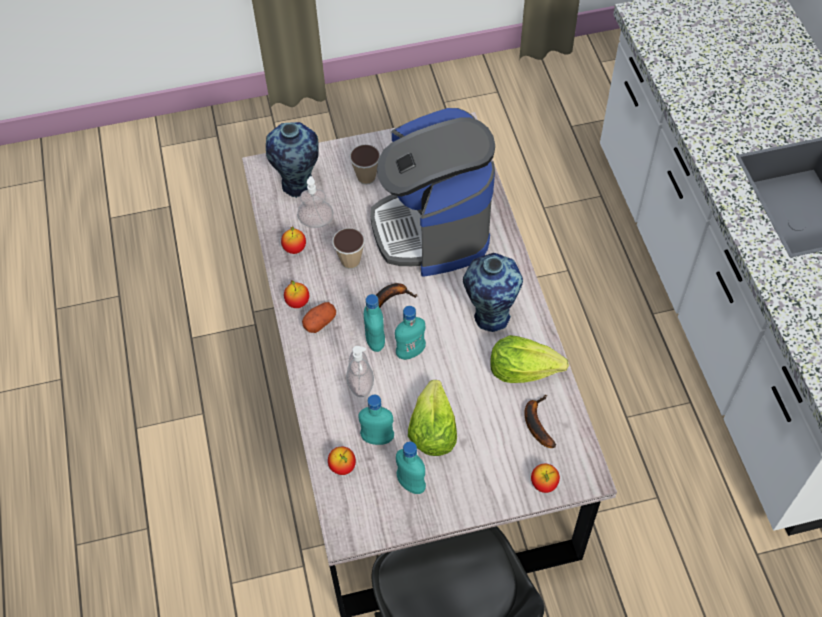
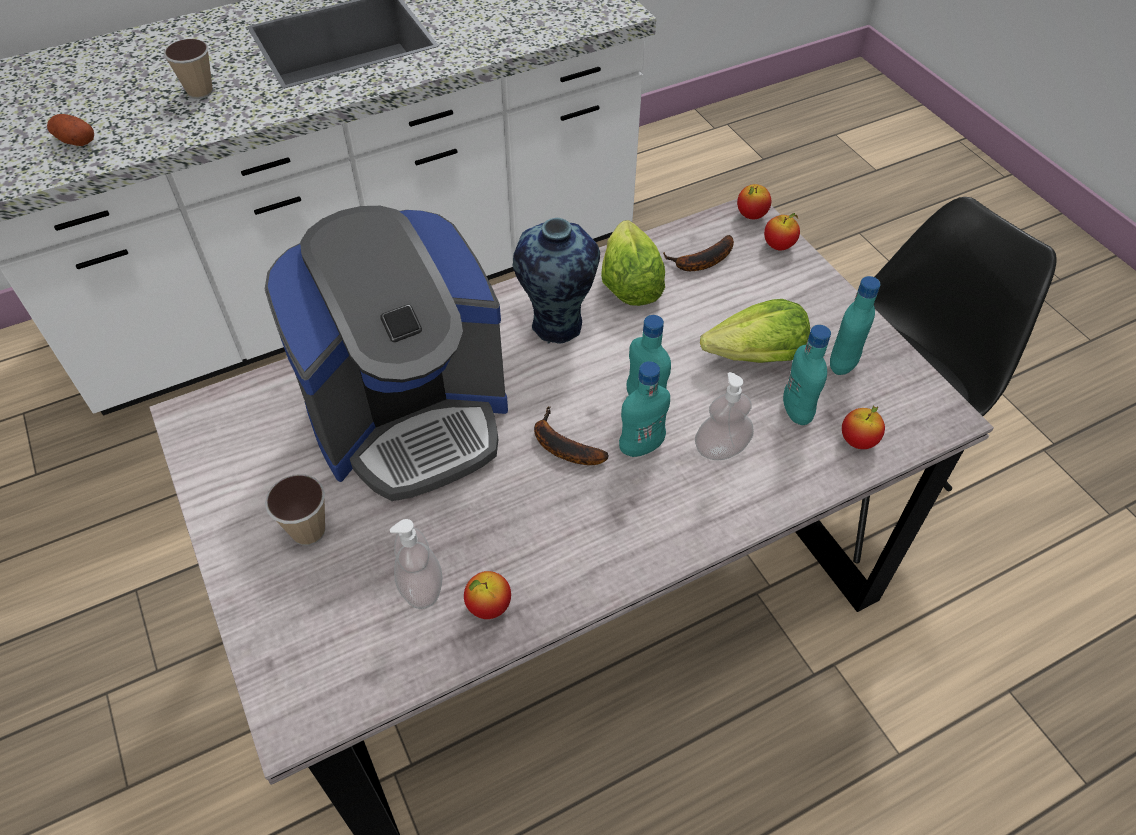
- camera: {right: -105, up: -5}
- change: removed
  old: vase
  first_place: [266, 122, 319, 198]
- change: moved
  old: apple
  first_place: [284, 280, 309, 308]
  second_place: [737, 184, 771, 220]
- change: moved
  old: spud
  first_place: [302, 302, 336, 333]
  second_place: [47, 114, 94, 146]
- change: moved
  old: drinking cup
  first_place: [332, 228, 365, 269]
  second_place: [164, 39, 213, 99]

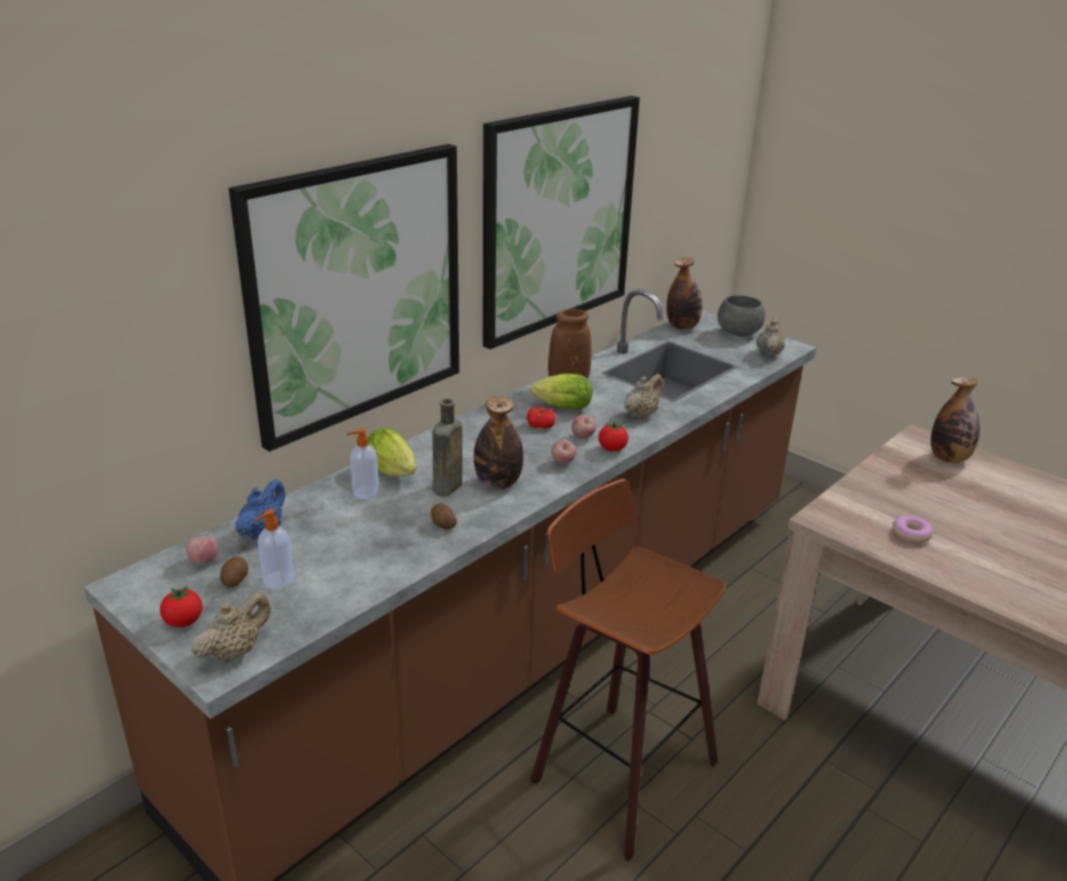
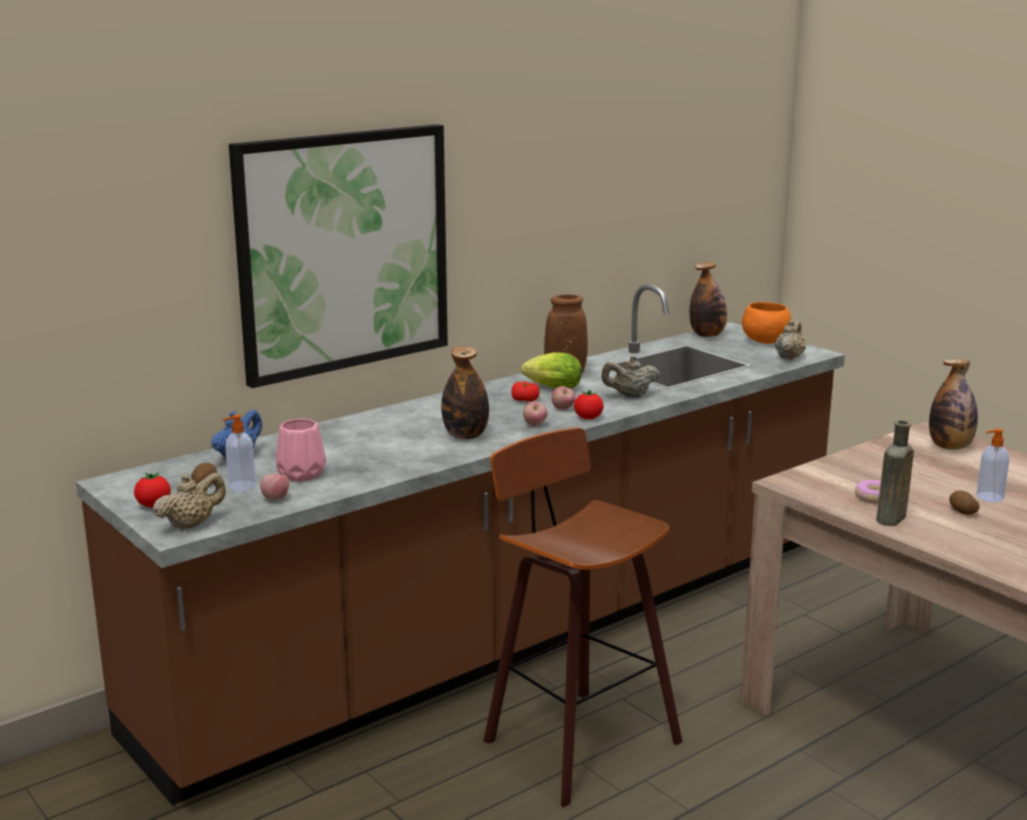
- camera: {right: 10, up: -10}
- change: moved
  old: apple
  first_place: [186, 536, 218, 564]
  second_place: [260, 474, 289, 500]
- change: moved
  old: soap bottle
  first_place: [347, 428, 379, 499]
  second_place: [976, 428, 1009, 502]
- change: removed
  old: lettuce head
  first_place: [368, 428, 416, 477]
- change: moved
  old: spud
  first_place: [431, 504, 457, 529]
  second_place: [949, 490, 980, 515]
- change: moved
  old: brown-coloured bottle
  first_place: [432, 398, 462, 496]
  second_place: [876, 420, 914, 526]
- change: removed
  old: picture
  first_place: [483, 96, 640, 349]
- change: turned
  old: beige tea pot
  first_place: [625, 374, 663, 419]
  second_place: [602, 356, 660, 398]
  degrees: -150
- change: recoloured
  old: gray serving bowl
  new: orange serving bowl
  first_place: [717, 295, 765, 337]
  second_place: [742, 302, 791, 344]
- change: added
  new: pink-coloured vase
  second_place: [276, 419, 326, 482]

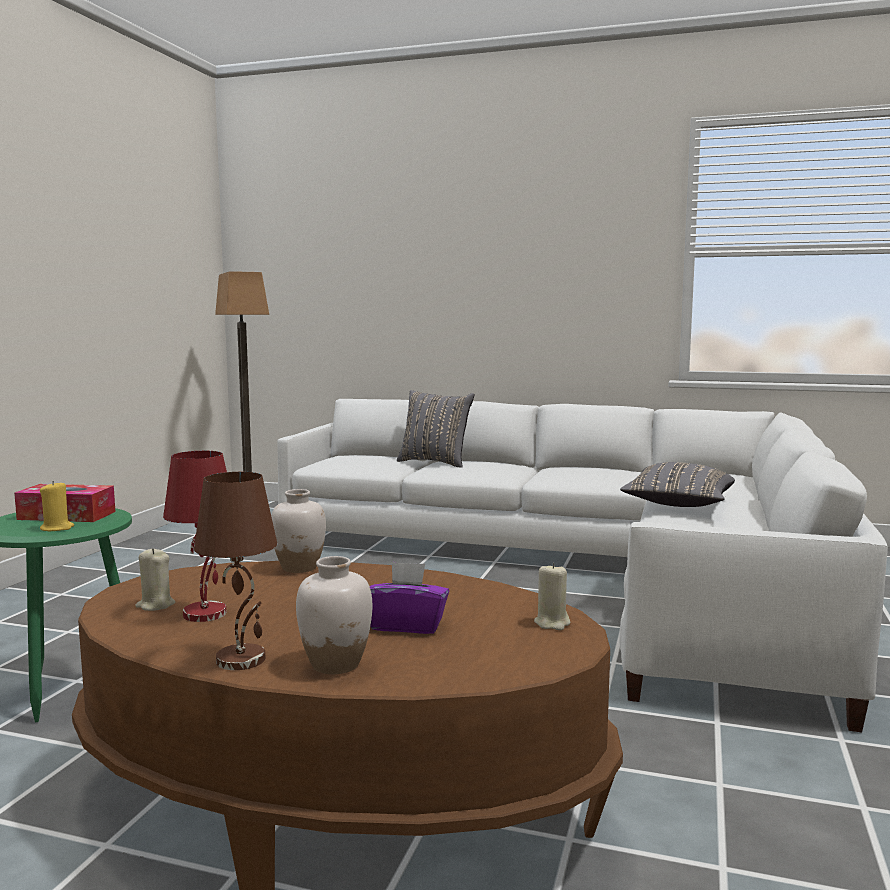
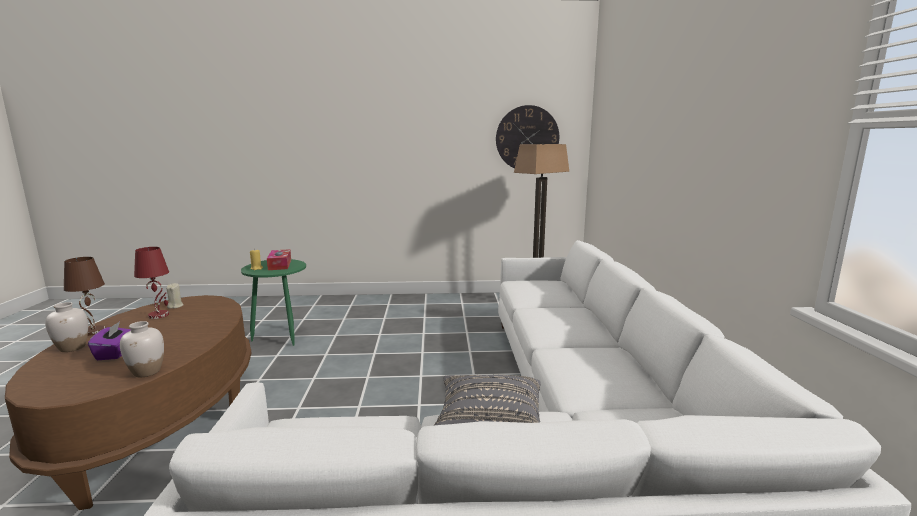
- camera: {right: 70, up: 5}
- change: moved
  old: whitish vase
  first_place: [271, 489, 326, 573]
  second_place: [120, 321, 164, 378]
- change: removed
  old: gray cushion
  first_place: [397, 390, 475, 467]
- change: removed
  old: beige wax light
  first_place: [534, 563, 570, 630]
- change: added
  new: clock on the wall
  second_place: [496, 105, 559, 169]

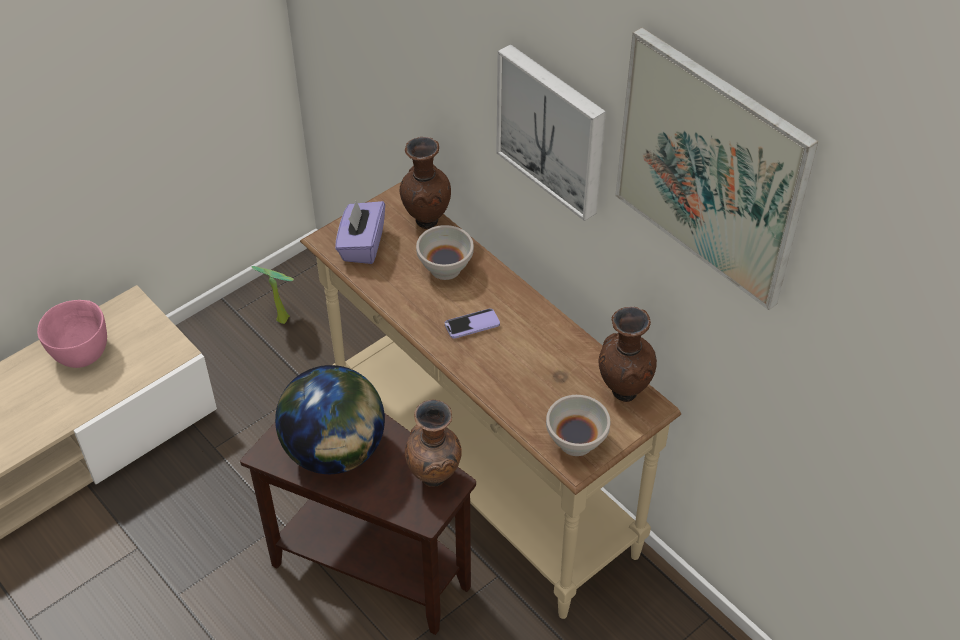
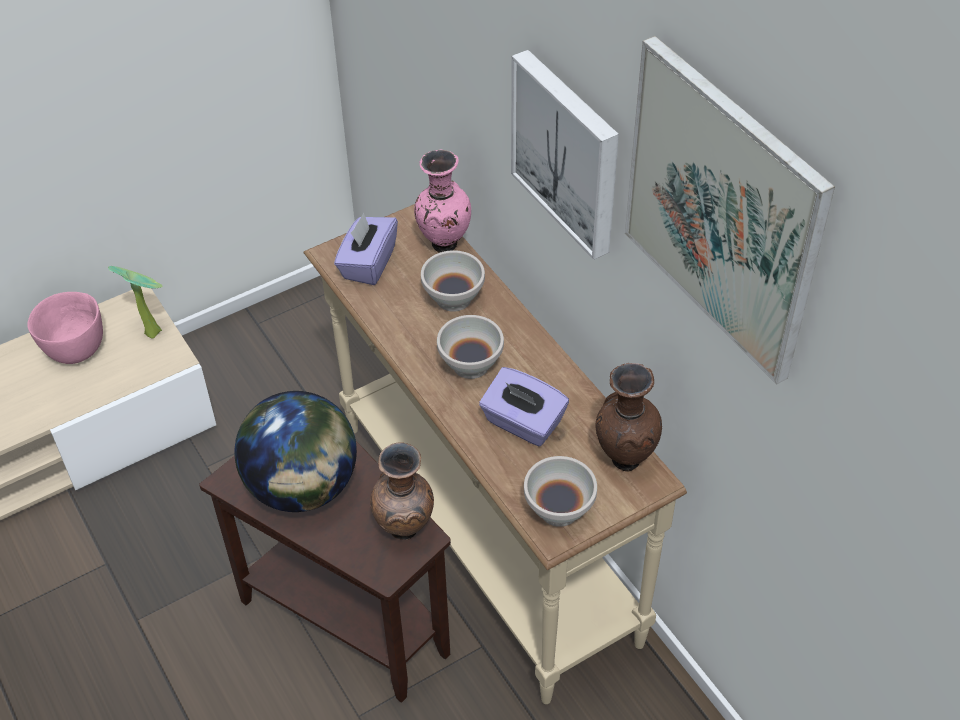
- camera: {right: 10, up: 0}
- change: moved
  old: potted plant
  first_place: [252, 266, 294, 324]
  second_place: [108, 266, 162, 339]
- change: recoloured
  old: brown-coloured vase
  new: pink-coloured vase
  first_place: [400, 137, 451, 229]
  second_place: [414, 149, 471, 253]
- change: replaced
  old: phone
  new: whitish serving bowl
  first_place: [445, 309, 500, 339]
  second_place: [437, 315, 504, 379]
- change: added
  new: purple-coloured tissue holder
  second_place: [479, 367, 569, 446]

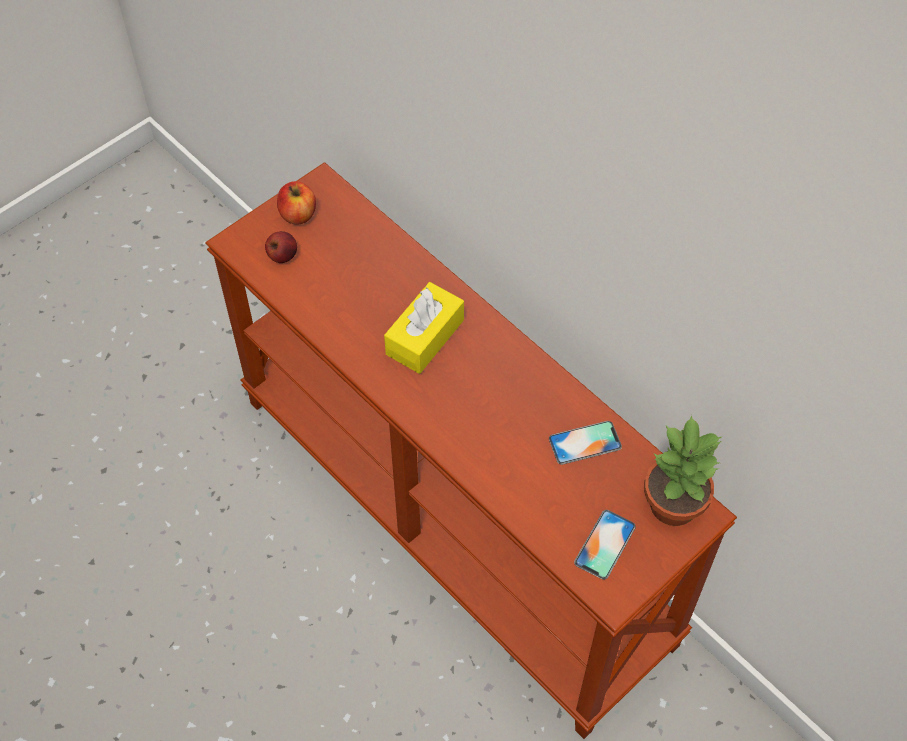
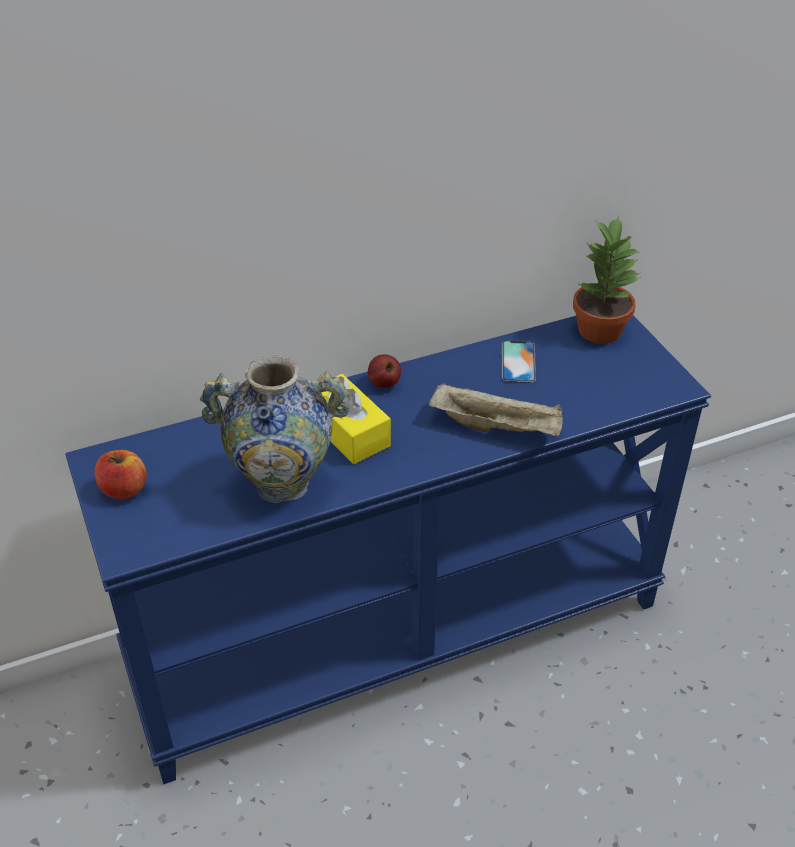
- camera: {right: -70, up: -15}
- change: recoloured
  old: brown-coloured narrow table
  new: blue-coloured narrow table
  first_place: [205, 162, 737, 739]
  second_place: [65, 315, 711, 784]
- change: moved
  old: apple
  first_place: [265, 231, 297, 263]
  second_place: [368, 354, 401, 388]
- change: removed
  old: phone
  first_place: [574, 510, 636, 580]
- change: added
  new: vase
  second_place: [200, 355, 350, 504]
- change: added
  new: beige tray
  second_place: [429, 383, 563, 437]

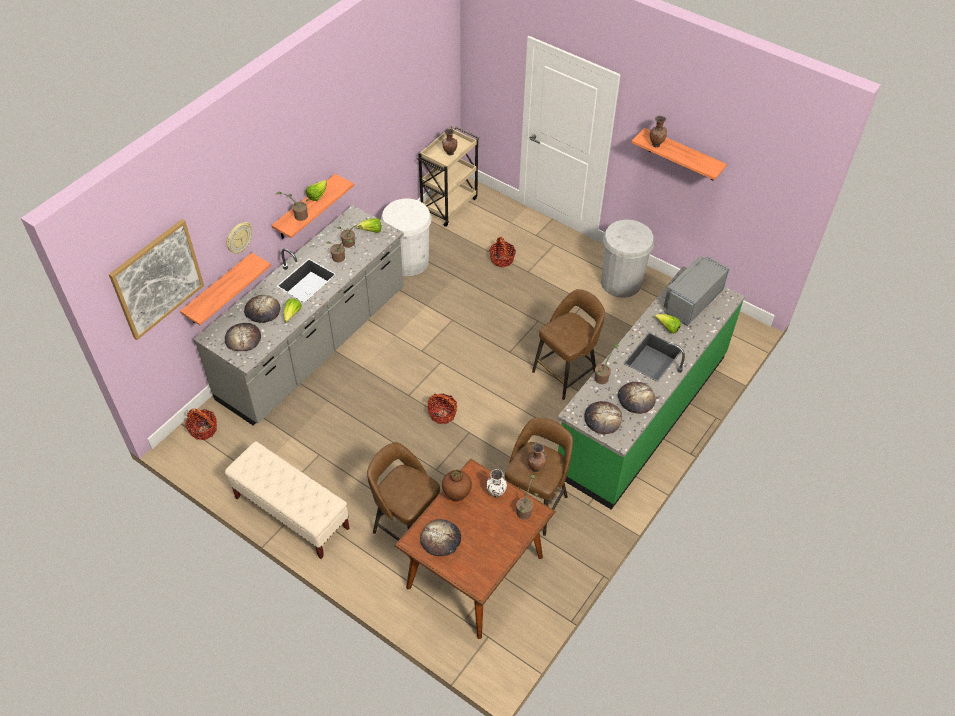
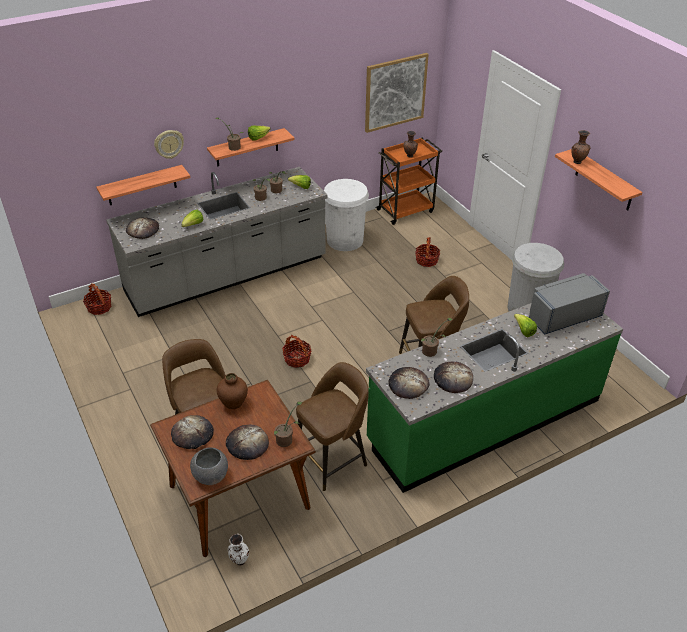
- camera: {right: 25, up: -10}
- change: moved
  old: picture
  first_place: [109, 219, 204, 340]
  second_place: [365, 53, 429, 133]
- change: removed
  old: beige indoor bench
  first_place: [225, 442, 349, 559]
- change: moved
  old: bakery bread
  first_place: [244, 295, 280, 323]
  second_place: [226, 425, 269, 460]
- change: recoloured
  old: beige trolley
  new: orange trolley
  first_place: [417, 126, 479, 227]
  second_place: [375, 138, 442, 225]
- change: moved
  old: whitish vase
  first_place: [487, 469, 507, 498]
  second_place: [228, 534, 249, 565]
- change: removed
  old: brown-coloured vase
  first_place: [528, 443, 547, 472]
- change: added
  new: gray serving bowl
  second_place: [190, 448, 228, 485]

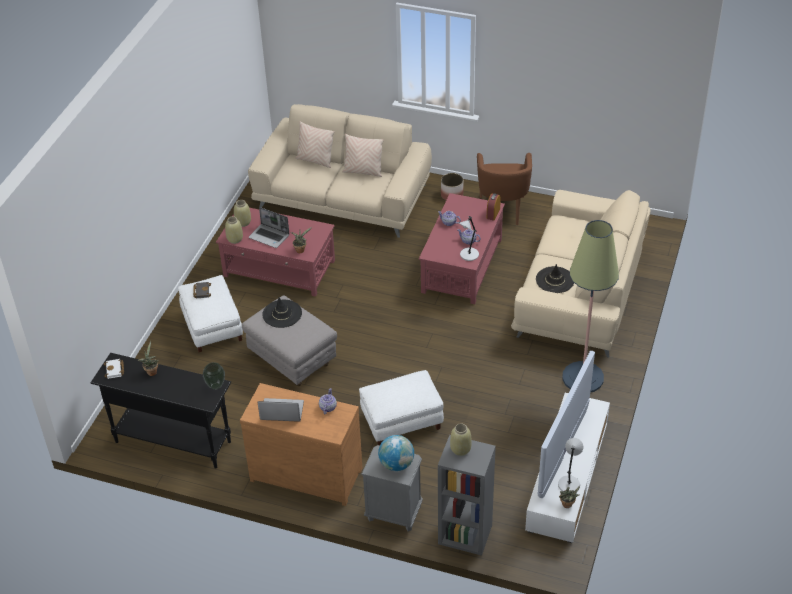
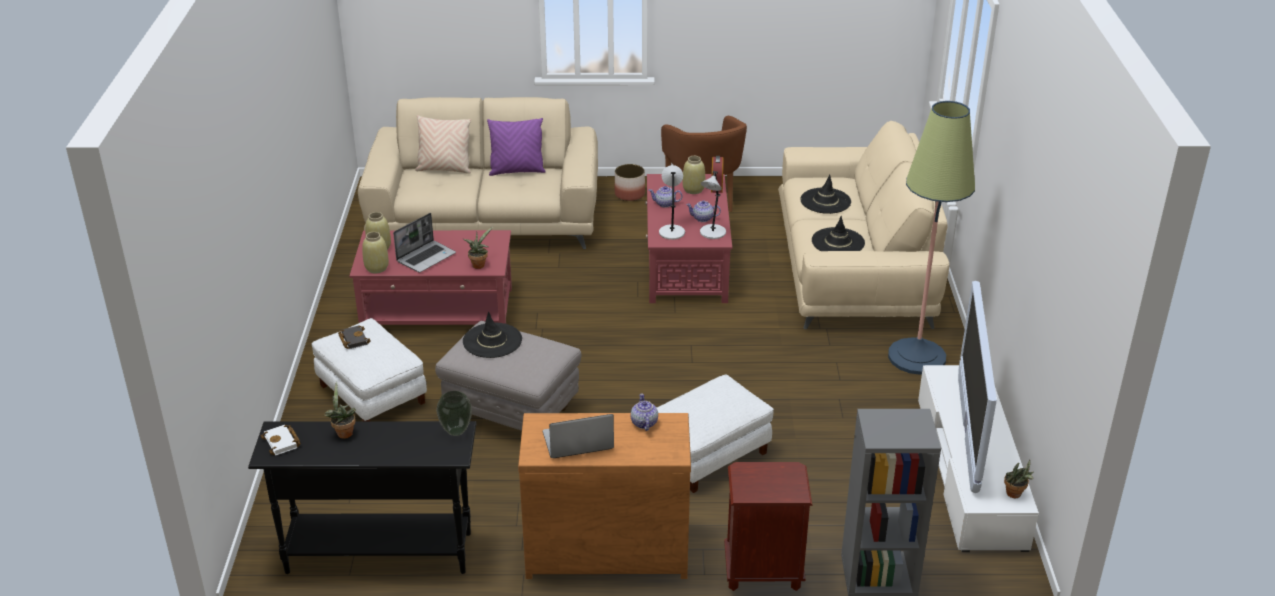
- camera: {right: -20, up: -10}
- change: turned
  old: notebook computer
  first_place: [249, 207, 289, 248]
  second_place: [393, 213, 456, 273]
  degrees: -60
- change: recoloured
  old: beige cushion
  new: purple-coloured cushion
  first_place: [343, 134, 384, 177]
  second_place: [487, 118, 546, 176]
- change: recoloured
  old: gray bedside table
  new: brown-coloured bedside table
  first_place: [361, 445, 423, 531]
  second_place: [724, 462, 812, 591]
- change: removed
  old: world globe
  first_place: [378, 435, 414, 471]
- change: moved
  old: beige vase
  first_place: [450, 423, 472, 456]
  second_place: [683, 156, 705, 194]
- change: moved
  old: gray lamp for a table
  first_place: [558, 438, 583, 491]
  second_place: [659, 165, 685, 240]
- change: added
  new: black-coloured hat
  second_place: [800, 174, 851, 214]

